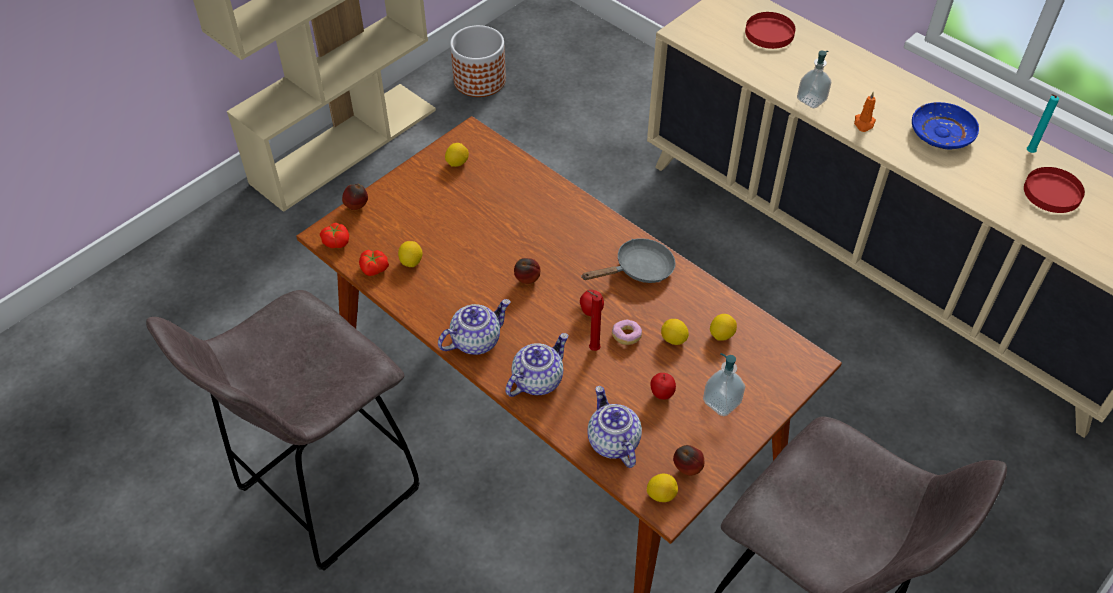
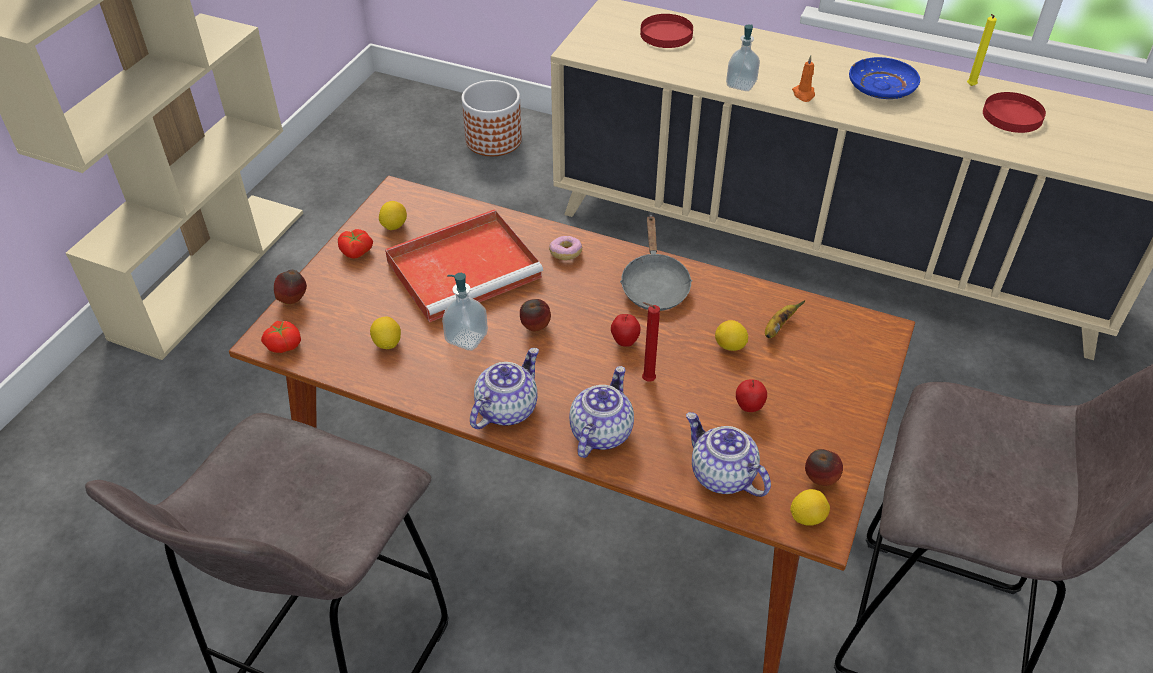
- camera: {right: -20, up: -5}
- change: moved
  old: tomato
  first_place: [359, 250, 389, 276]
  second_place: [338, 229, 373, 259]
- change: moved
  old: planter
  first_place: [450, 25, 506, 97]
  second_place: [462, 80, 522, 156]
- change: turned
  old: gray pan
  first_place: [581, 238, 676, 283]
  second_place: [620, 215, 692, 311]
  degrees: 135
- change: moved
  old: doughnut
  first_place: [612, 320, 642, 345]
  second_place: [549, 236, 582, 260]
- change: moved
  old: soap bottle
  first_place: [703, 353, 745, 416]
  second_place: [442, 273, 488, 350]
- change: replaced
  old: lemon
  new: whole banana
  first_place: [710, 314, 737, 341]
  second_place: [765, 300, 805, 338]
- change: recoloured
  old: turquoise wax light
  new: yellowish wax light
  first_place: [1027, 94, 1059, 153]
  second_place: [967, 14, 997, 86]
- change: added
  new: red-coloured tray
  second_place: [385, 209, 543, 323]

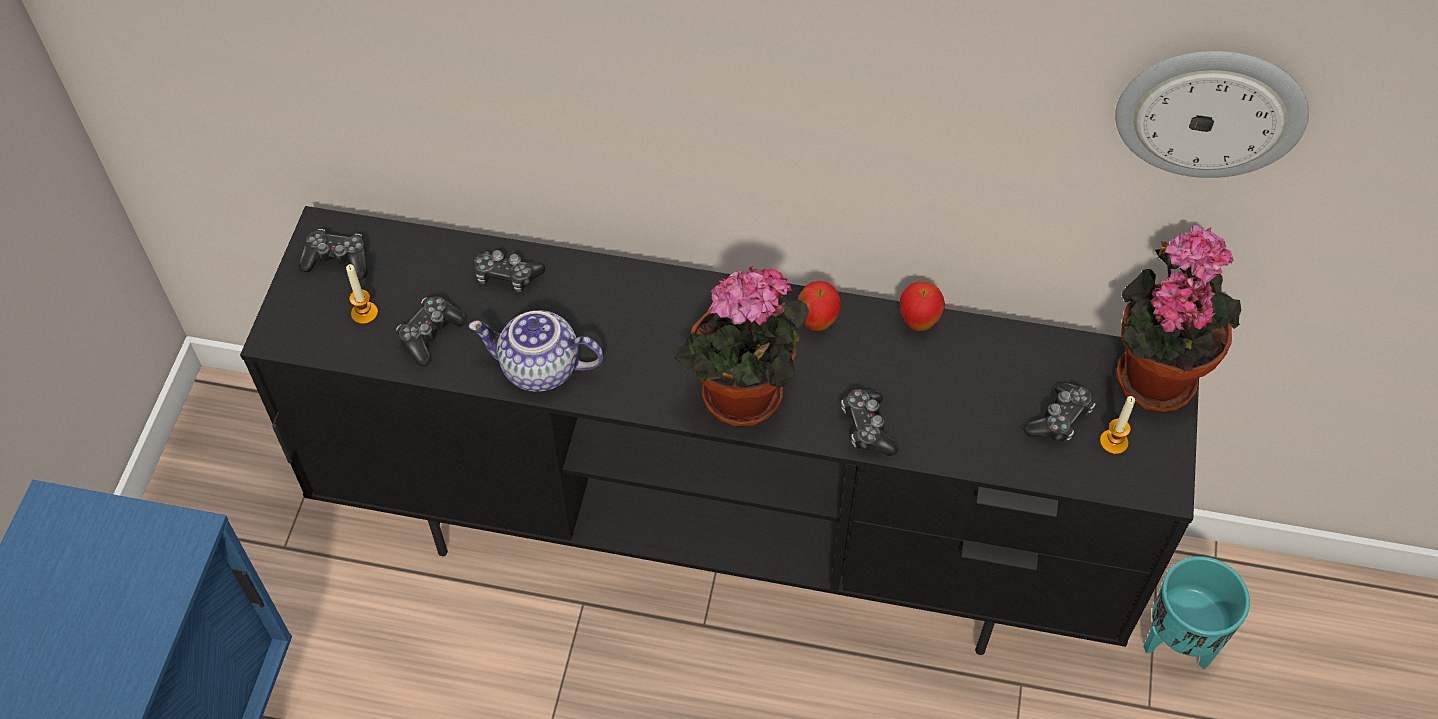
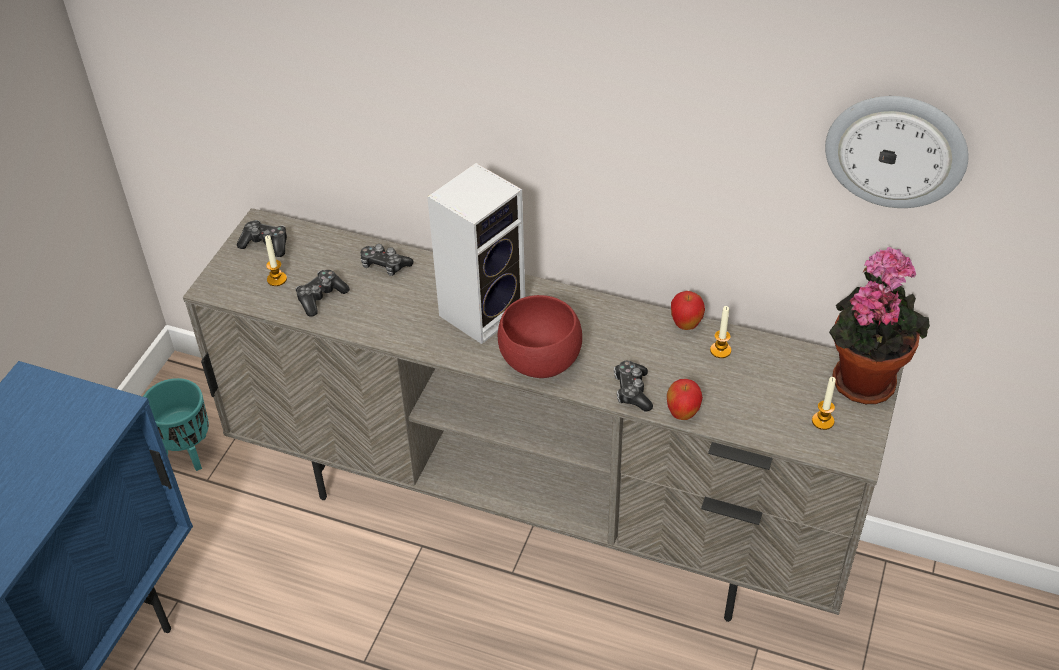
- camera: {right: 10, up: -10}
- change: recoloured
  old: black-coloured media console
  new: beige media console
  first_place: [240, 206, 1199, 655]
  second_place: [183, 208, 904, 622]
- change: removed
  old: tea pot
  first_place: [469, 310, 603, 392]
- change: replaced
  old: potted plant
  new: red-coloured serving bowl
  first_place: [673, 266, 809, 427]
  second_place: [498, 295, 582, 378]
- change: moved
  old: apple
  first_place: [798, 281, 841, 331]
  second_place: [667, 379, 703, 420]
- change: removed
  old: game controller
  first_place: [1023, 383, 1095, 443]
- change: moved
  old: turquoise planter
  first_place: [1143, 556, 1250, 670]
  second_place: [143, 378, 209, 471]
- change: added
  new: loudspeaker
  second_place: [427, 163, 525, 344]
- change: added
  new: wax light
  second_place: [710, 306, 731, 358]

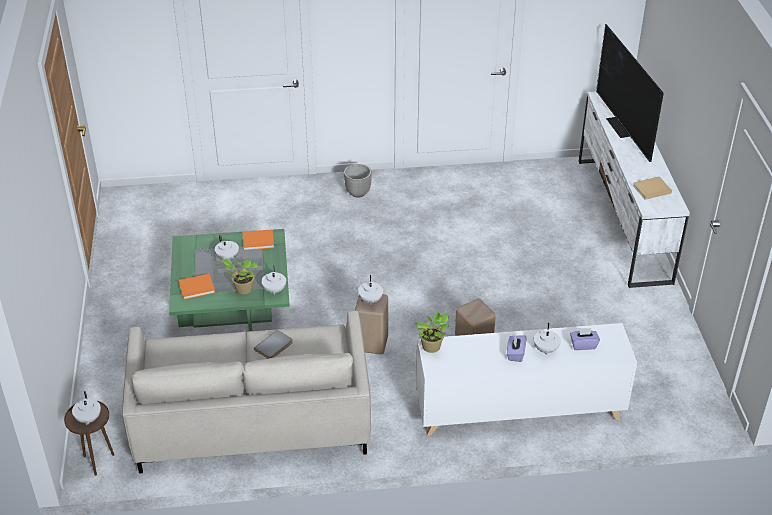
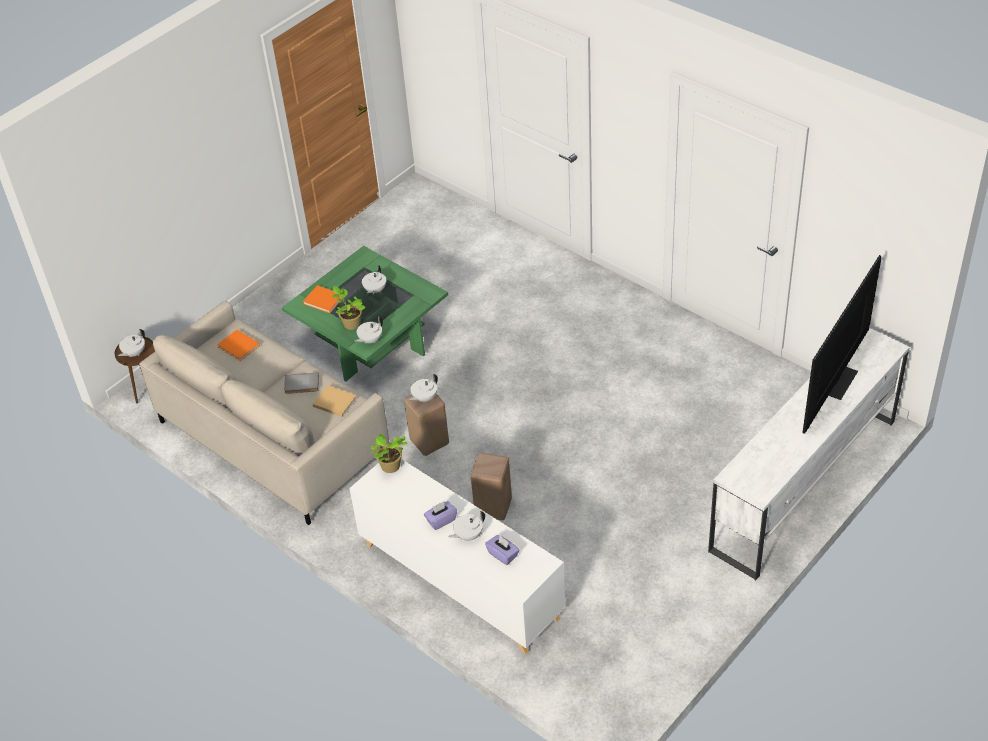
- camera: {right: 50, up: 5}
- change: moved
  old: orange volume
  first_place: [243, 229, 274, 250]
  second_place: [217, 330, 260, 361]
- change: removed
  old: planter
  first_place: [344, 164, 372, 198]
- change: moved
  old: beige volume
  first_place: [632, 177, 672, 200]
  second_place: [313, 385, 357, 417]

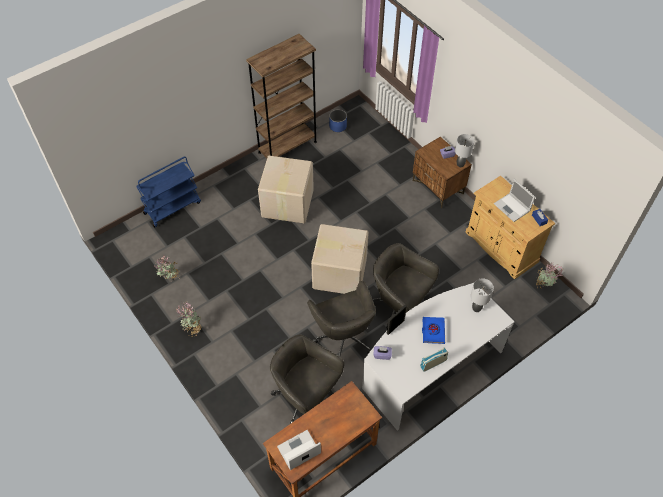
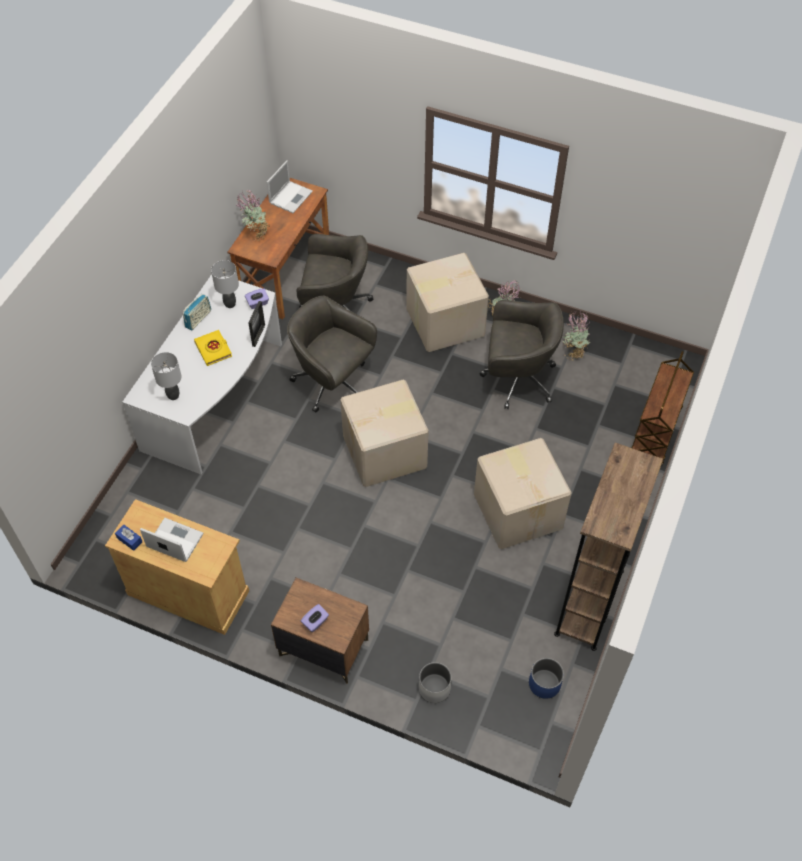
- camera: {right: 150, up: 0}
- change: recoloured
  old: blue-coloured trolley
  new: brown-coloured trolley
  first_place: [136, 156, 201, 228]
  second_place: [632, 351, 694, 466]
- change: moved
  old: gray desk chair
  first_place: [372, 243, 439, 329]
  second_place: [479, 300, 564, 409]
- change: recoloured
  old: blue-coloured volume
  new: yellowish volume
  first_place: [422, 317, 445, 344]
  second_place: [194, 330, 232, 366]
- change: moved
  old: gray lamp for a table
  first_place: [455, 134, 474, 167]
  second_place: [211, 260, 239, 308]
- change: moved
  old: potted plant
  first_place: [536, 262, 563, 289]
  second_place: [236, 189, 270, 241]
- change: added
  new: cardboard box
  second_place: [406, 253, 489, 352]
- change: added
  new: whitish planter
  second_place: [419, 662, 452, 703]

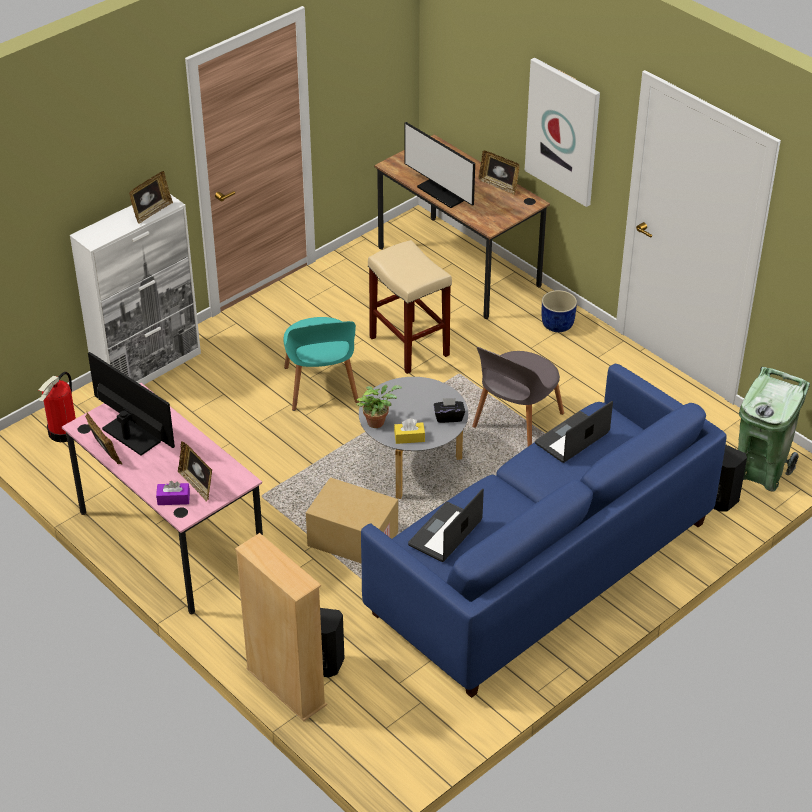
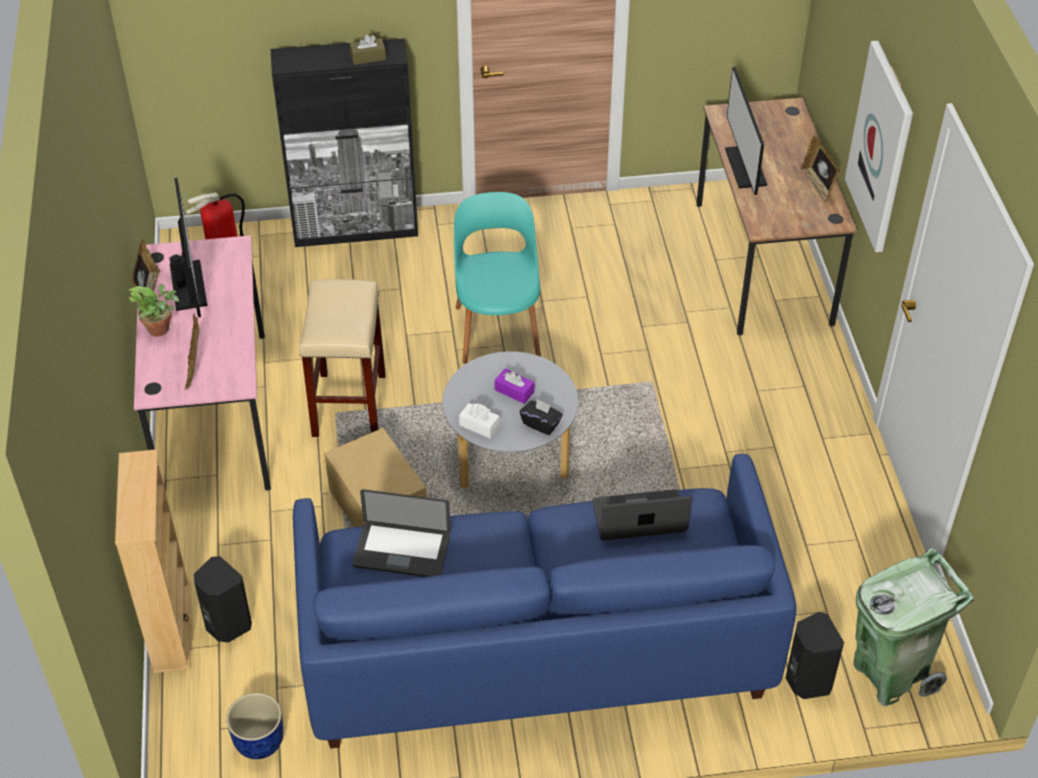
- camera: {right: 35, up: 5}
- change: recoloured
  old: whitish storage cabinet
  new: black-coloured storage cabinet
  first_place: [70, 194, 201, 385]
  second_place: [271, 39, 418, 247]
- change: replaced
  old: standing frame
  new: brown-coloured tissue holder
  first_place: [129, 171, 173, 224]
  second_place: [349, 34, 386, 65]
- change: moved
  old: purple-coloured tissue holder
  first_place: [156, 481, 190, 505]
  second_place: [495, 369, 534, 404]
- change: turned
  old: turquoise upright chair
  first_place: [283, 317, 359, 411]
  second_place: [454, 192, 541, 364]
  degrees: 150
- change: moved
  old: potted plant
  first_place: [356, 385, 402, 428]
  second_place: [128, 284, 179, 337]
- change: moved
  old: beige stool seat
  first_place: [368, 240, 452, 374]
  second_place: [300, 279, 386, 437]
- change: recoloured
  old: yellowish tissue holder
  new: whitish tissue holder
  first_place: [394, 418, 425, 444]
  second_place: [459, 403, 500, 438]
- change: turned
  old: notebook computer
  first_place: [408, 489, 484, 562]
  second_place: [352, 489, 451, 577]
  degrees: -150
- change: removed
  old: gray upright chair
  first_place: [472, 347, 564, 446]
- change: moved
  old: blue-coloured planter
  first_place: [542, 290, 577, 332]
  second_place: [226, 693, 283, 759]

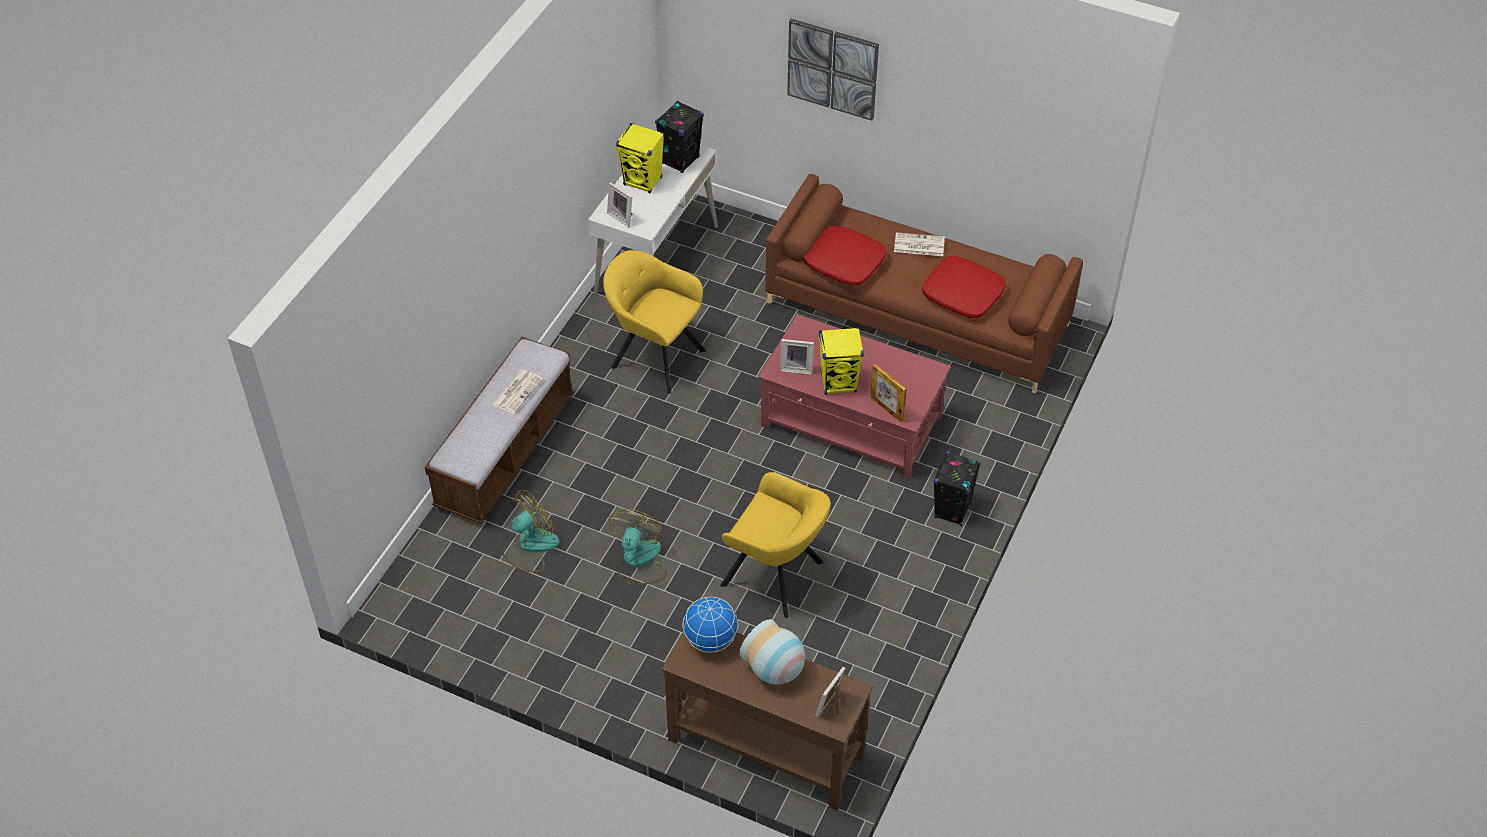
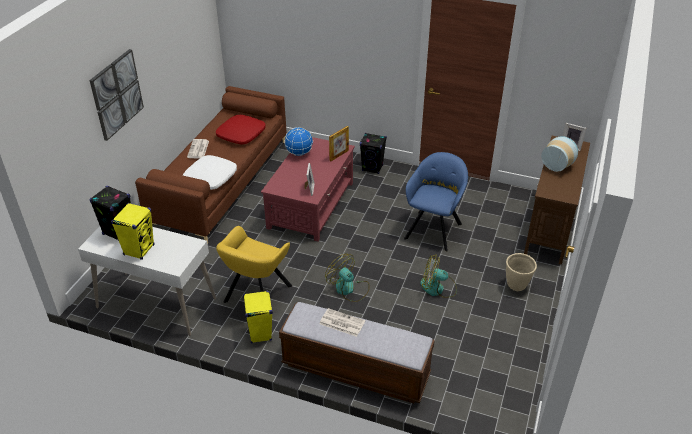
- camera: {right: -95, up: -10}
- change: moved
  old: electric fan
  first_place: [503, 490, 560, 572]
  second_place: [325, 254, 370, 302]
- change: removed
  old: standing frame
  first_place: [607, 182, 633, 228]
- change: moved
  old: world globe
  first_place: [683, 597, 738, 653]
  second_place: [284, 127, 313, 156]
- change: recoloured
  old: yellowish easy chair
  new: blue-coloured easy chair
  first_place: [720, 472, 831, 618]
  second_place: [404, 152, 468, 251]
- change: recoloured
  old: red-coloured cushion
  new: whitish cushion
  first_place: [804, 225, 886, 286]
  second_place: [183, 155, 237, 190]
- change: moved
  old: yellowish loudspeaker
  first_place: [819, 327, 864, 395]
  second_place: [243, 291, 273, 344]
- change: added
  new: beige planter
  second_place: [506, 253, 537, 291]

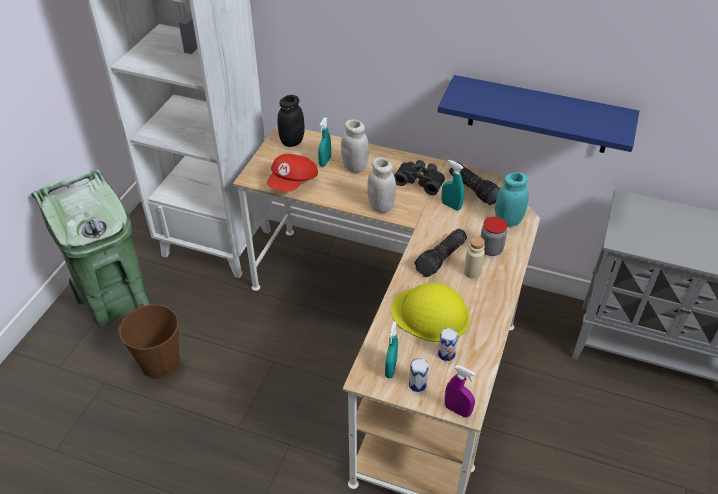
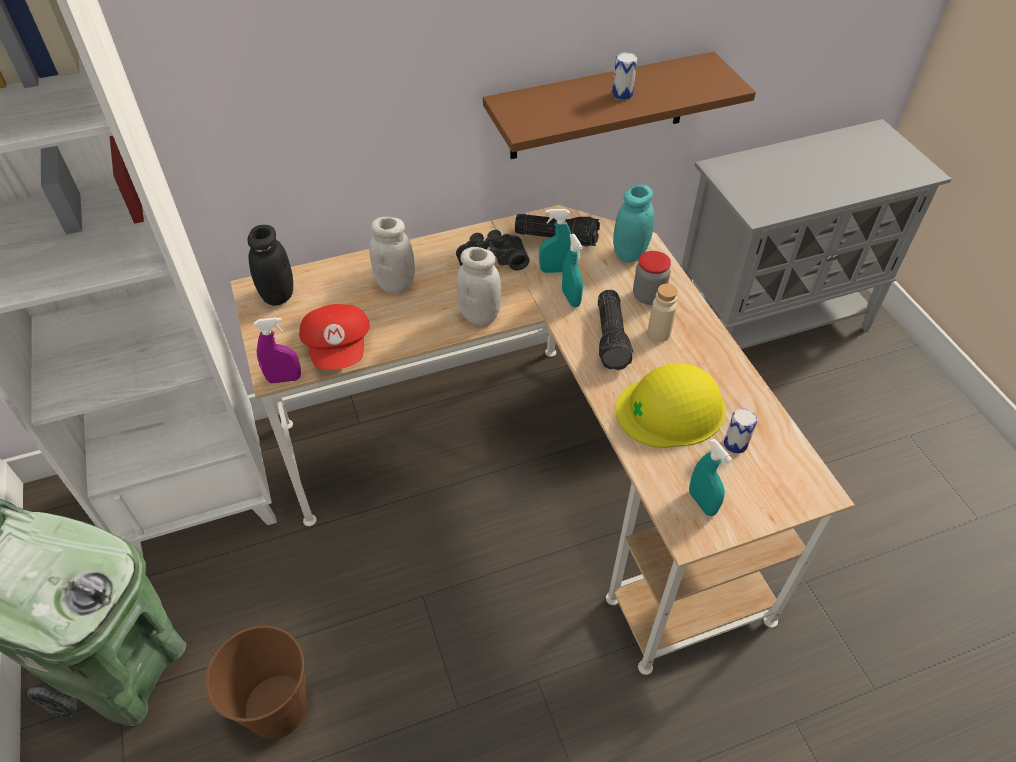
- camera: {right: -40, up: 5}
- change: moved
  old: turquoise hand sprayer
  first_place: [318, 117, 331, 167]
  second_place: [562, 234, 583, 307]
- change: moved
  old: can
  first_place: [409, 358, 429, 392]
  second_place: [612, 52, 637, 100]
- change: recoloured
  old: blue-coloured shelf
  new: brown-coloured shelf
  first_place: [438, 75, 639, 153]
  second_place: [483, 51, 756, 159]
- change: moved
  old: purple-coloured hand sprayer
  first_place: [445, 365, 476, 418]
  second_place: [254, 317, 301, 383]

